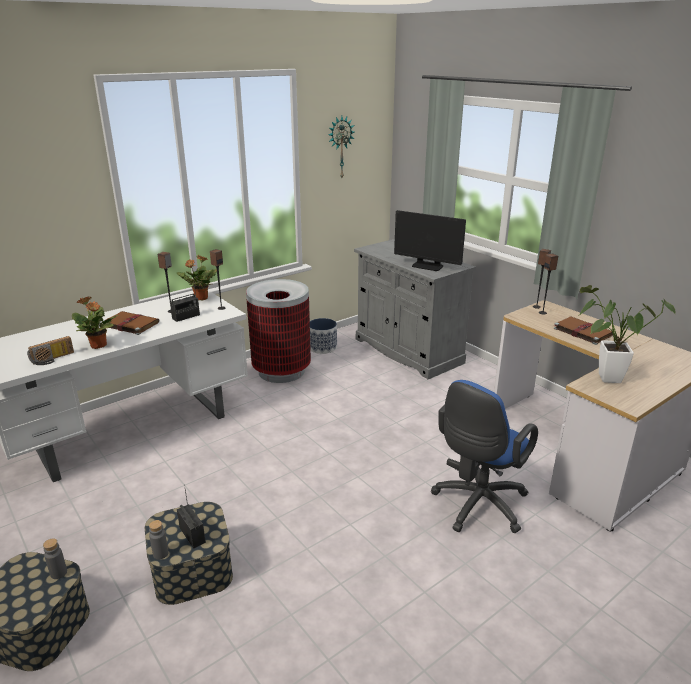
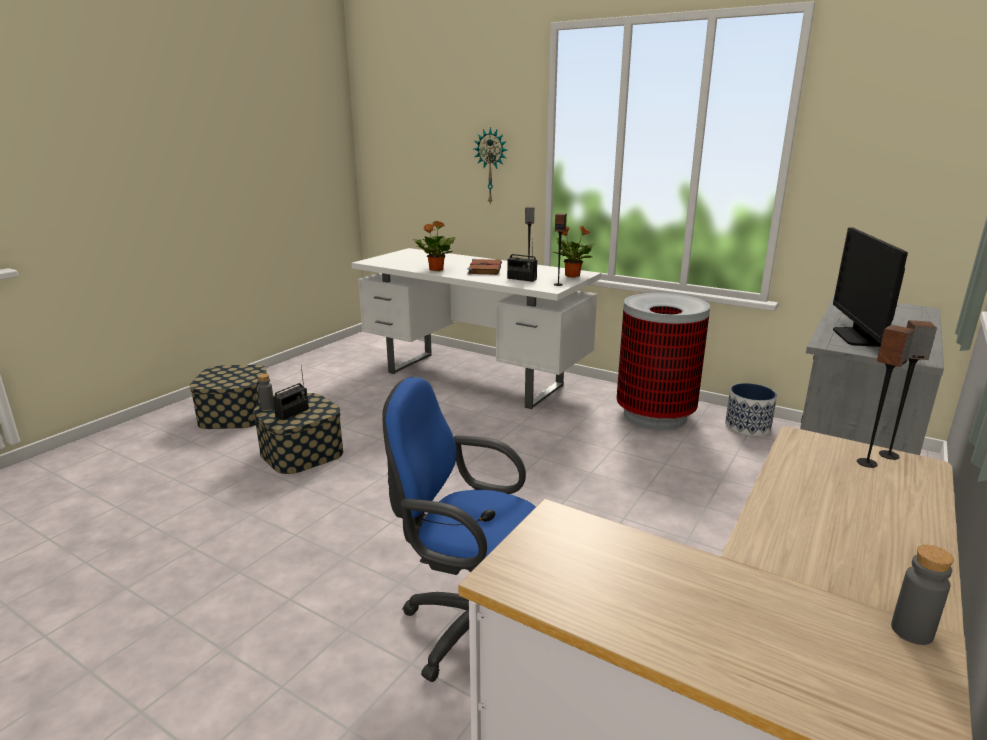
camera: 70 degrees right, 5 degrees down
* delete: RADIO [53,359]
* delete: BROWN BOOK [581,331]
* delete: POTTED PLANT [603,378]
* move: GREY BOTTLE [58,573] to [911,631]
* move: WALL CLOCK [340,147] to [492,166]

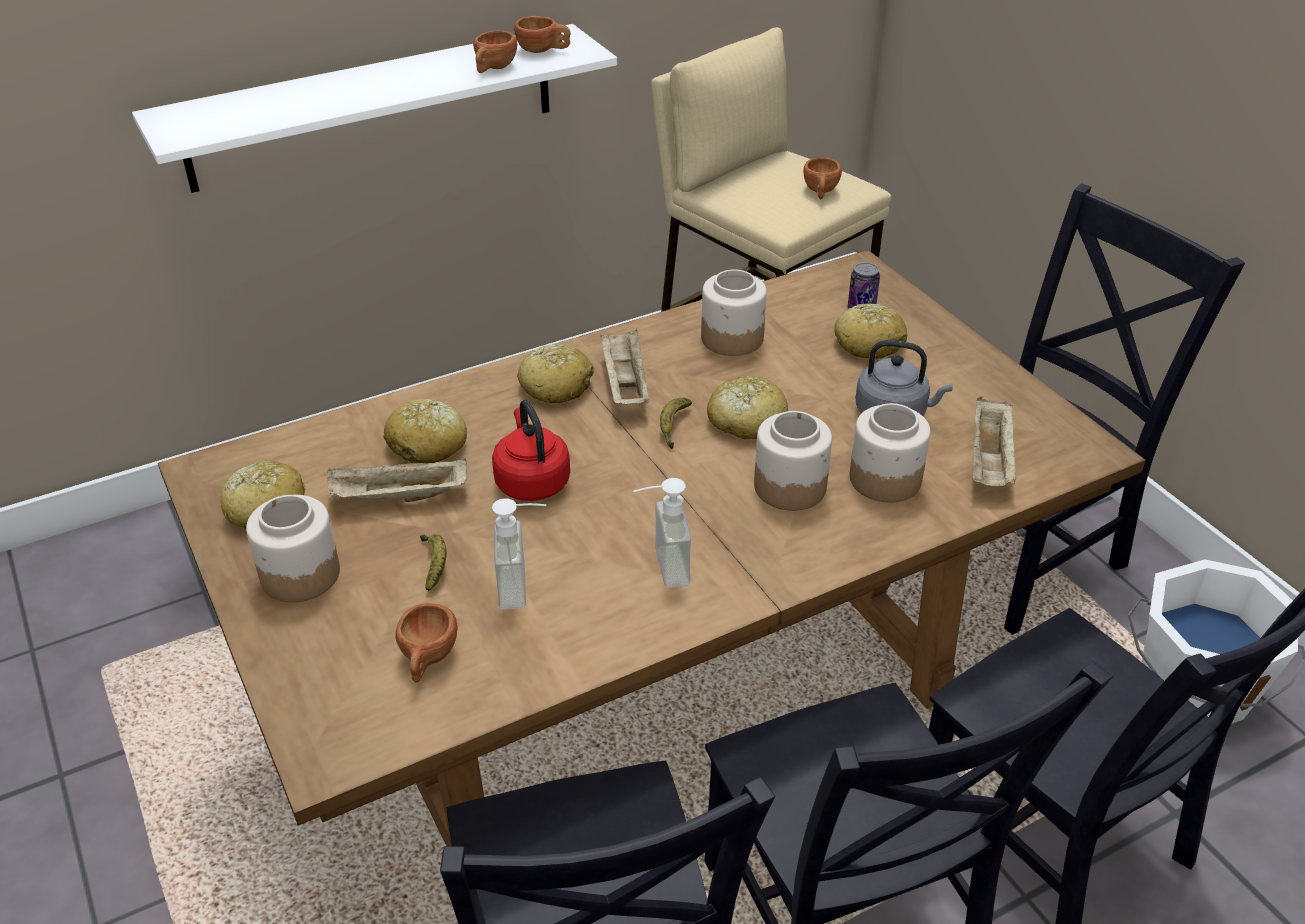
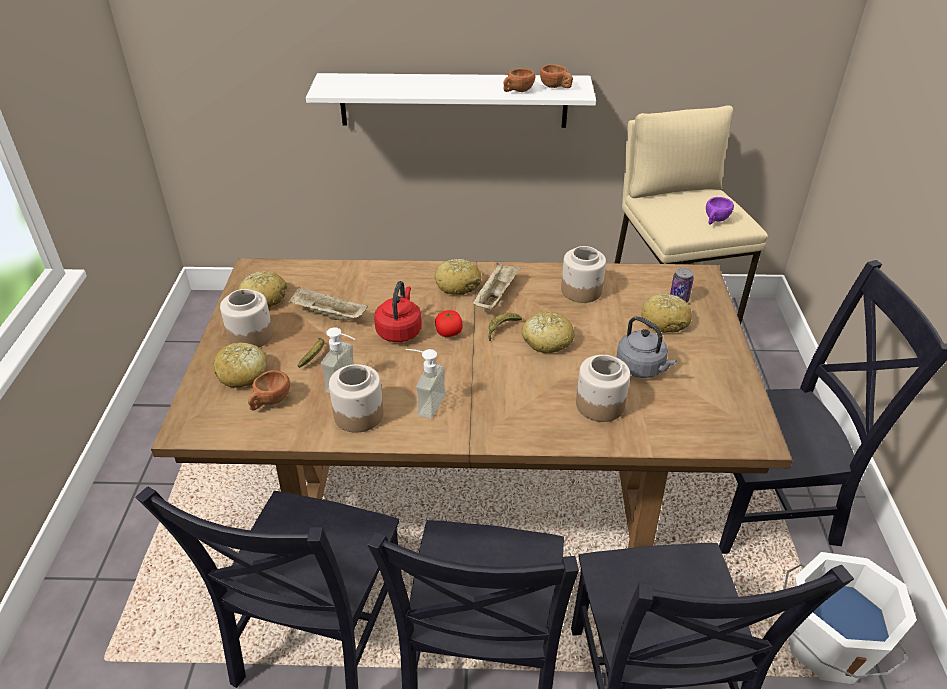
camera: 30 degrees right, 0 degrees up
* delete: BEIGE TRAY [990,461]
* insert: TOMATO [448,333]
* move: BREAD [428,444] to [242,373]
* move: JAR [790,486] to [359,414]
* recolor: BROWN CUP [820,192] to PURPLE CUP [715,220]

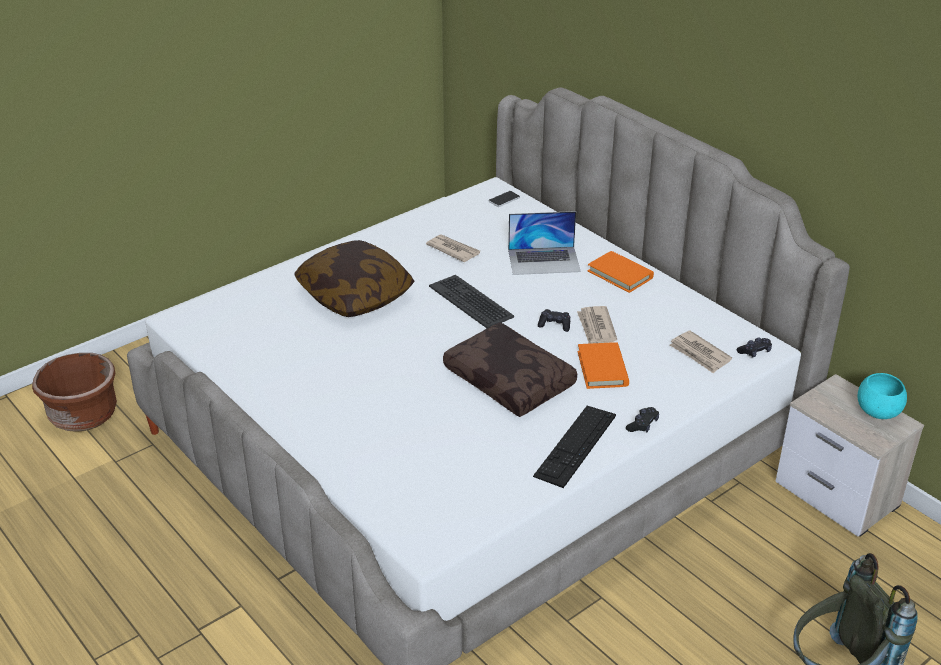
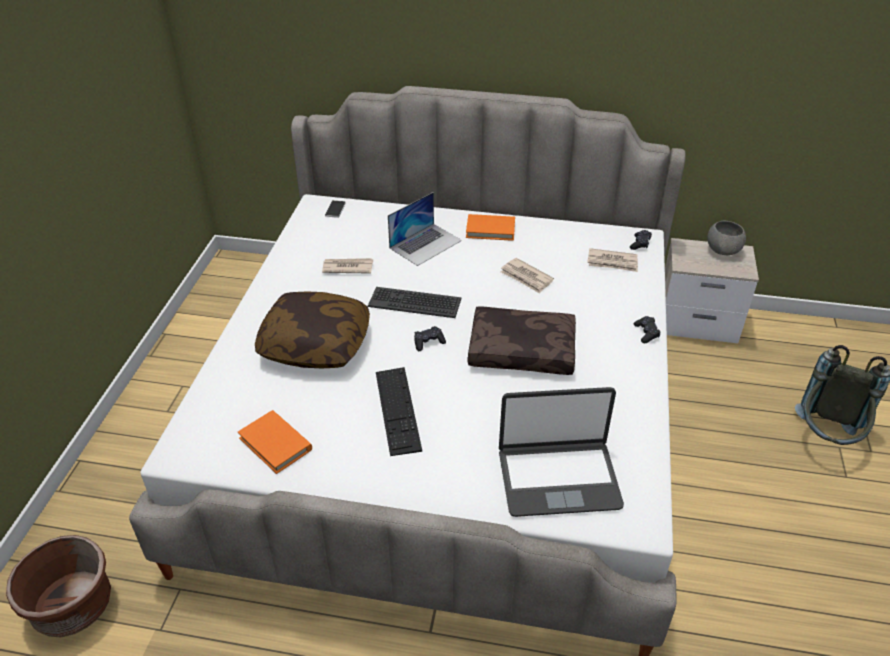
camera: 40 degrees left, 5 degrees up
* insert: LAPTOP [558,478]
* move: KEYBOARD [575,445] to [397,410]
* move: BLACK GAME CONTROLLER [554,325] to [428,342]
* move: ORANGE BOOK [602,369] to [275,444]
* recolor: TURQUOISE BOWL [878,412] to GREY BOWL [722,250]

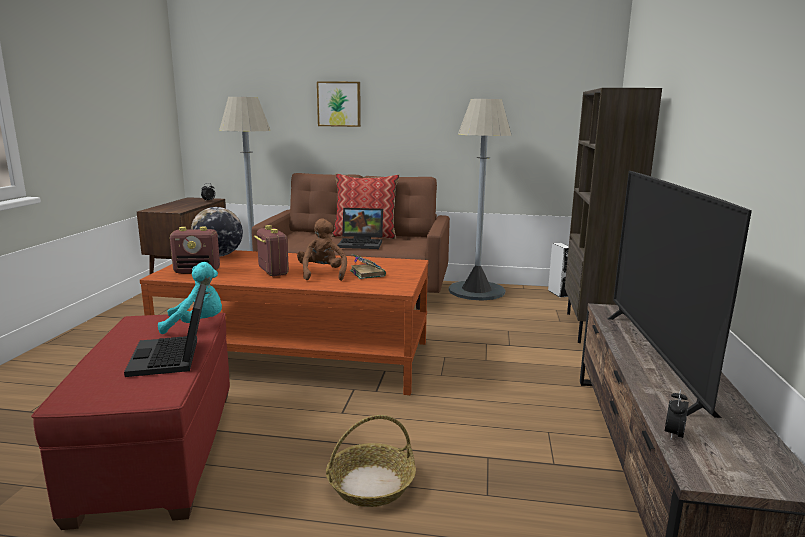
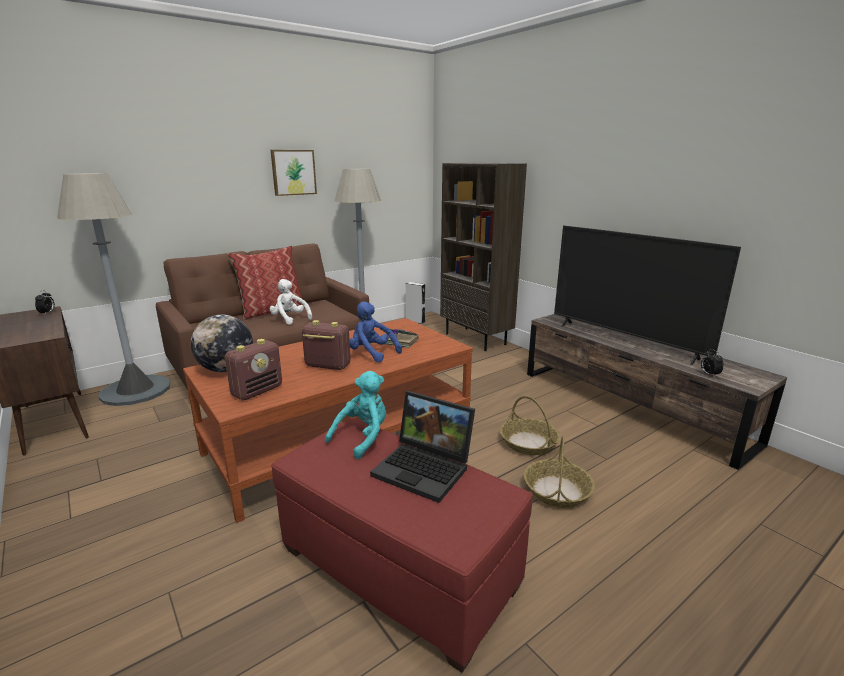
camera: 45 degrees left, 5 degrees up
* insert: BASKET [529,443]
* move: PICTURE [339,104] to [293,172]
* replace: LAPTOP [362,243] to WHITE PLUSH TOY [290,319]
* recolor: BROWN PLUSH TOY [322,274] to BLUE PLUSH TOY [372,353]

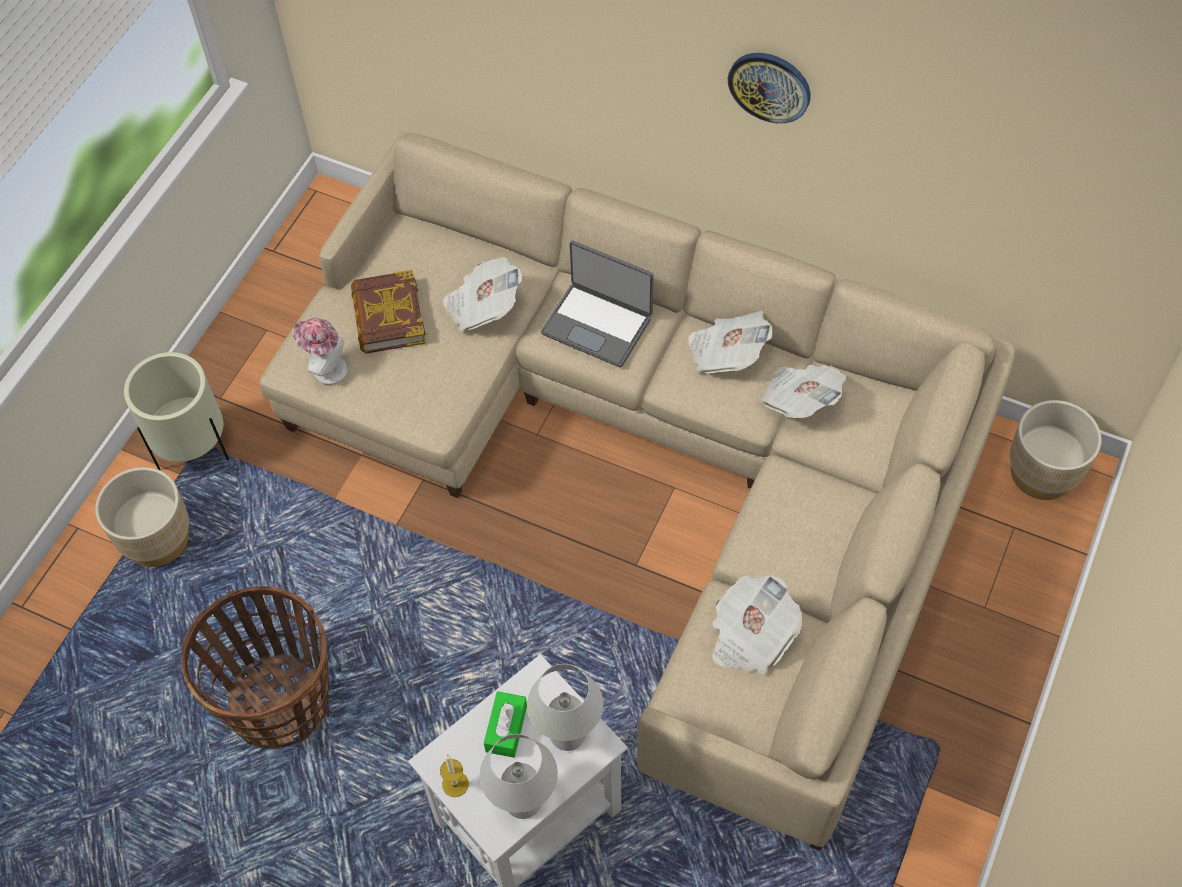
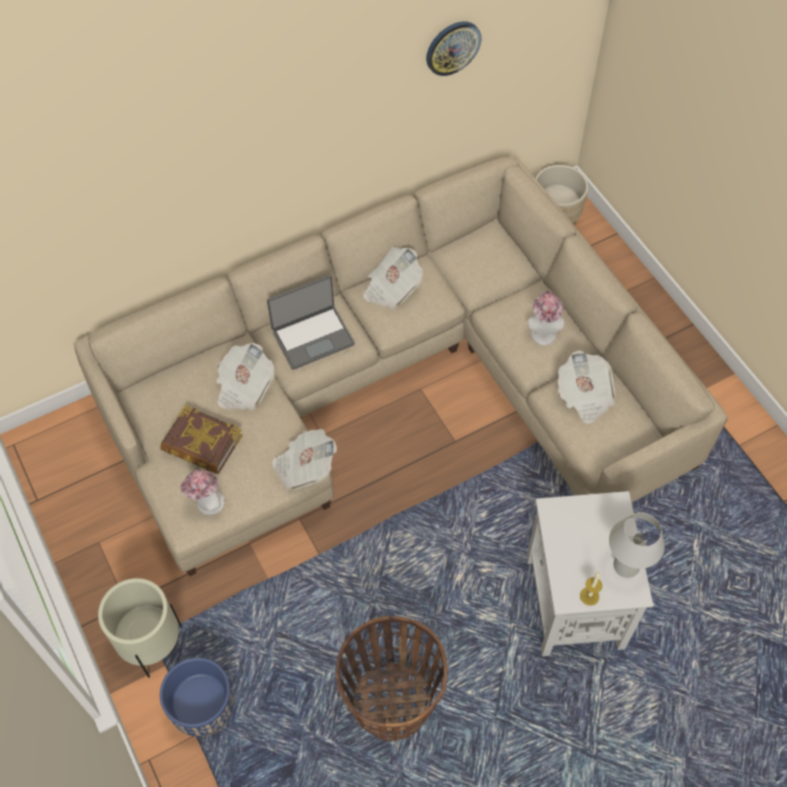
camera: 55 degrees left, 0 degrees up
* delete: GREEN TISSUE BOX [506,728]
* delete: WHITE TABLE LAMP [567,734]
* insert: HAT [543,331]
* move: WALL CLOCK [770,86] to [452,47]
* move: NEWSPAPER [799,400] to [304,467]
* recolor: BEIGE PLANTER [157,539] to BLUE PLANTER [204,709]

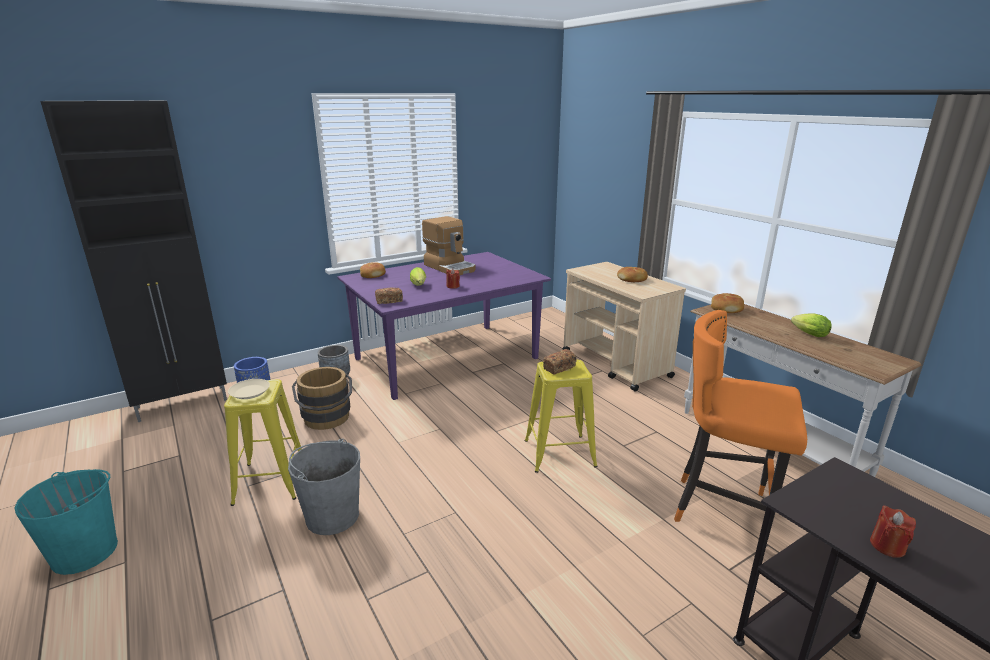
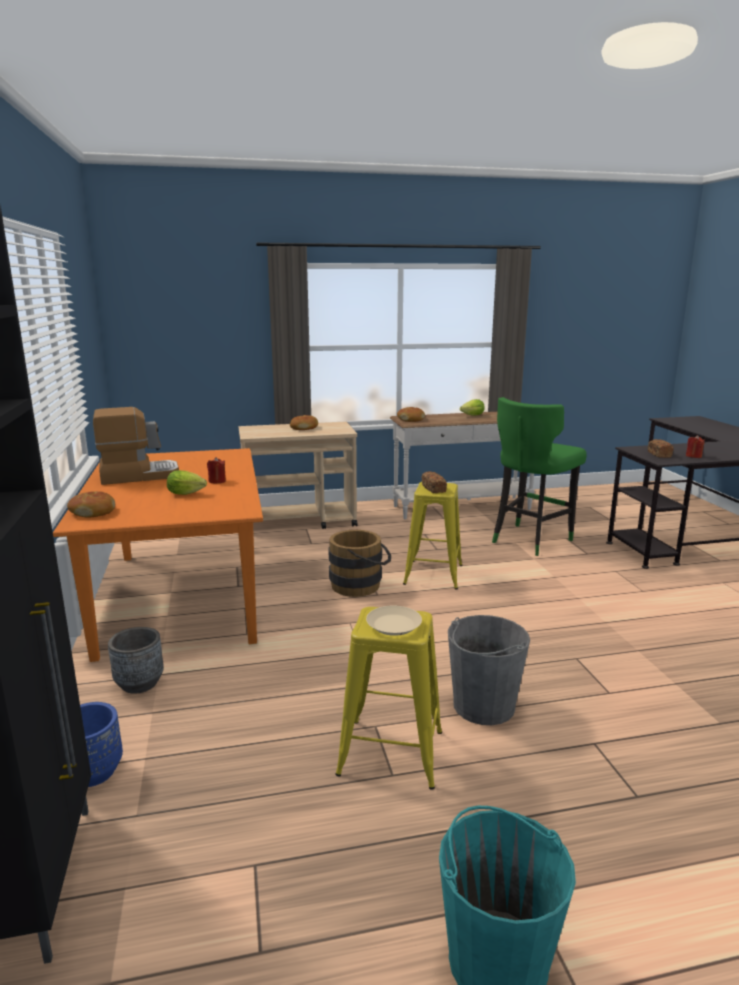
camera: 70 degrees left, 5 degrees down
* move: BROWN BUCKET [327,420] to [360,585]
* move: BREAD [389,301] to [659,454]
* recolor: PURPLE DINING TABLE [446,358] to ORANGE DINING TABLE [181,595]
* recolor: ORANGE STOOL [723,510] to GREEN STOOL [530,540]

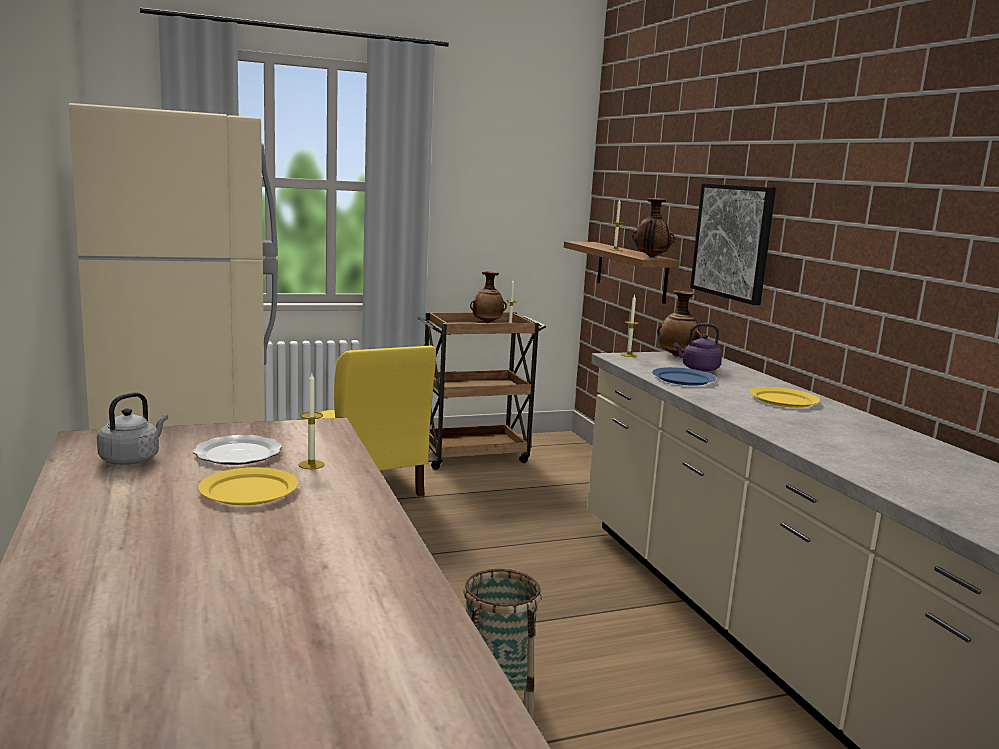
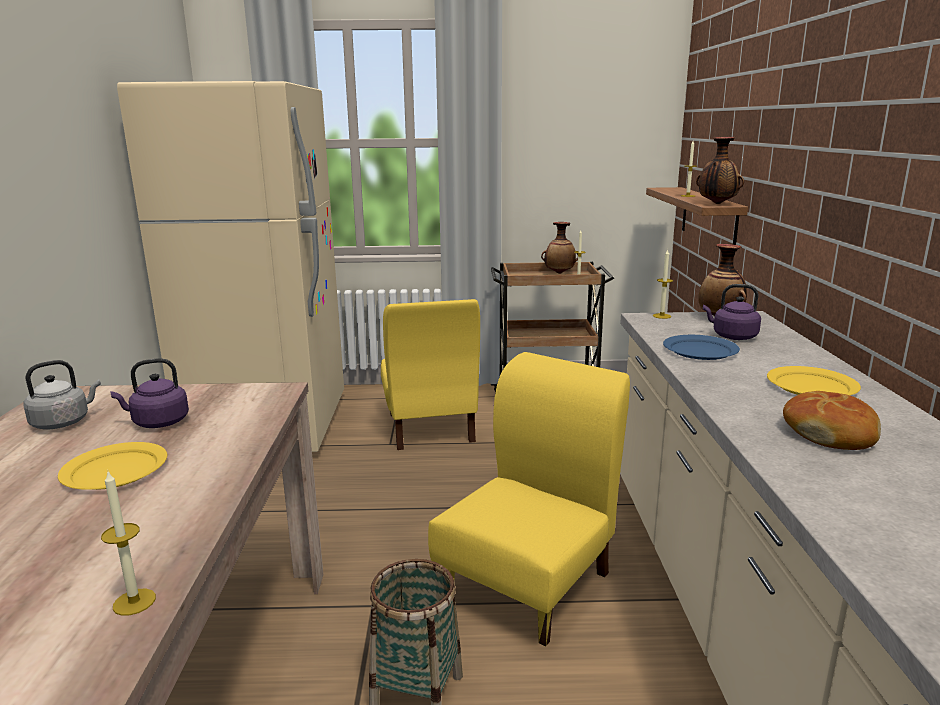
camera: 20 degrees right, 5 degrees up
* delete: PICTURE [733,241]
* insert: YELLOW CHAIR [529,585]
* insert: BREAD [829,433]
* move: CANDLE [311,464] to [134,602]
* replace: PLATE [237,454] to PURPLE KETTLE [158,422]

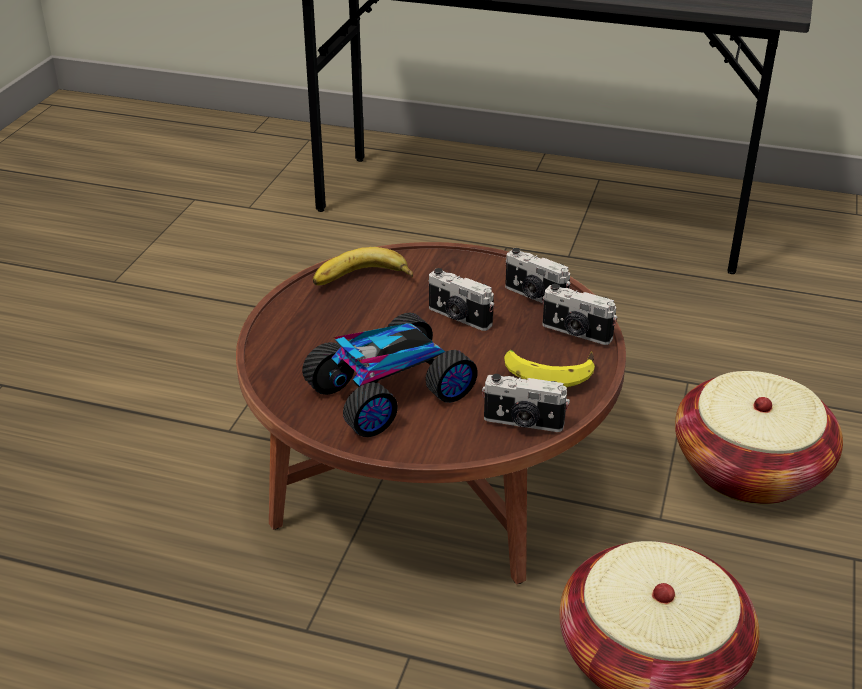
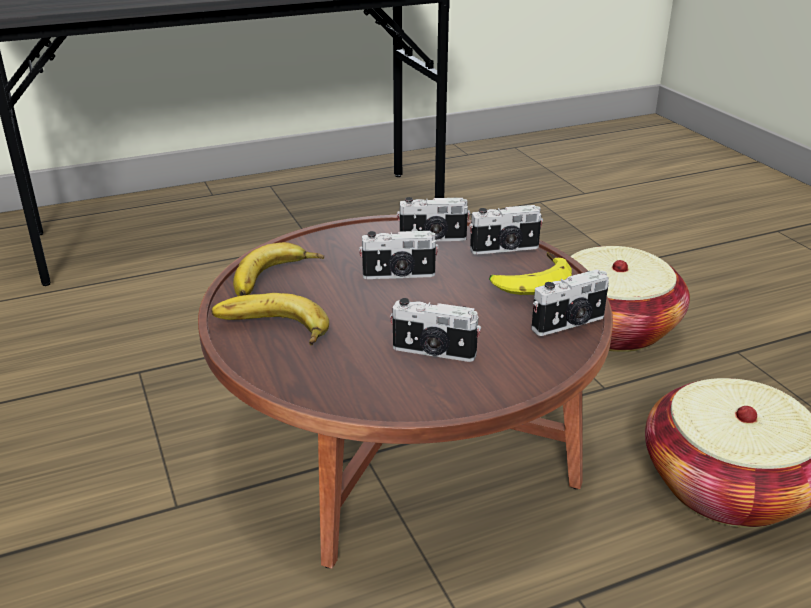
camera: 40 degrees left, 5 degrees down
* insert: BANANA [270,330]
* replace: TOY CAR [391,393] to PHOTO CAMERA [433,352]

